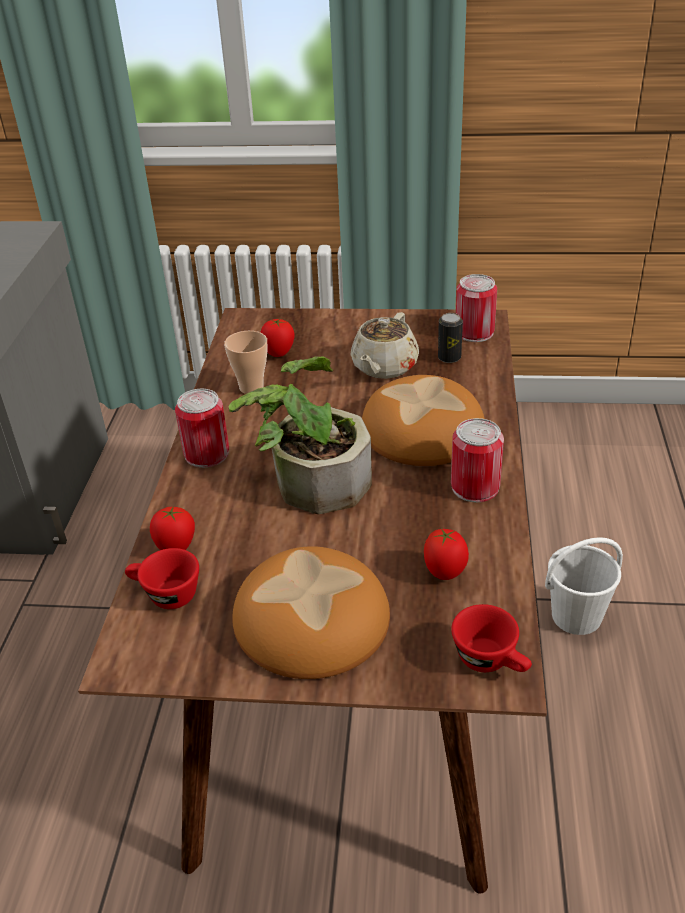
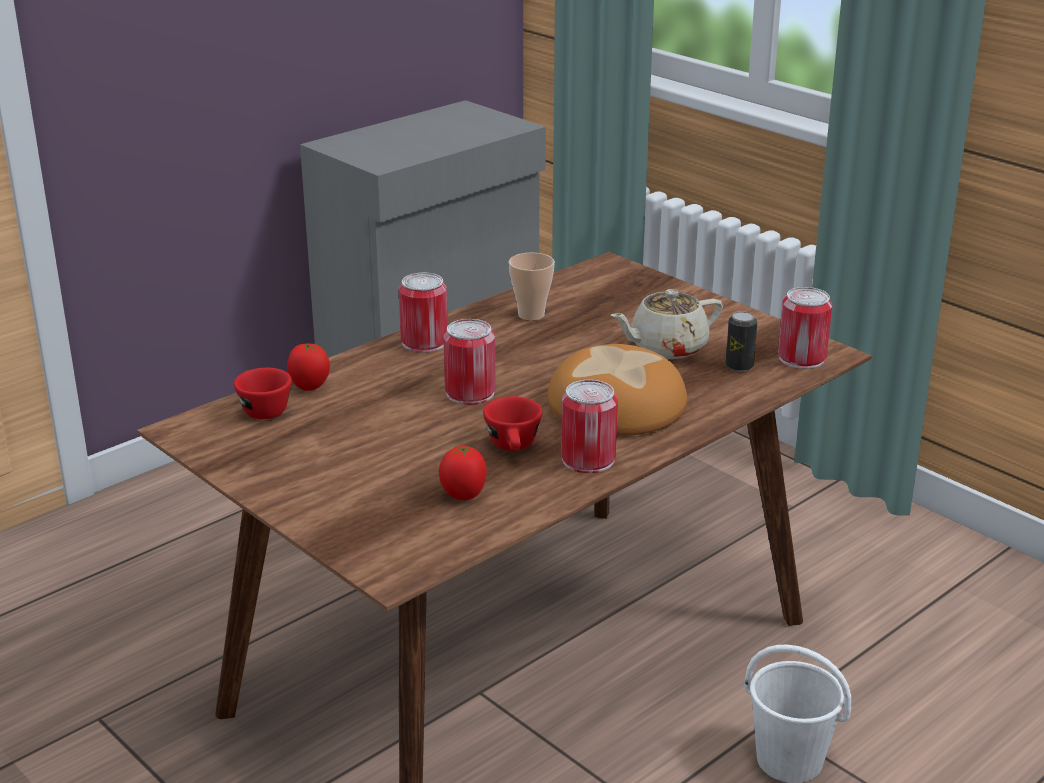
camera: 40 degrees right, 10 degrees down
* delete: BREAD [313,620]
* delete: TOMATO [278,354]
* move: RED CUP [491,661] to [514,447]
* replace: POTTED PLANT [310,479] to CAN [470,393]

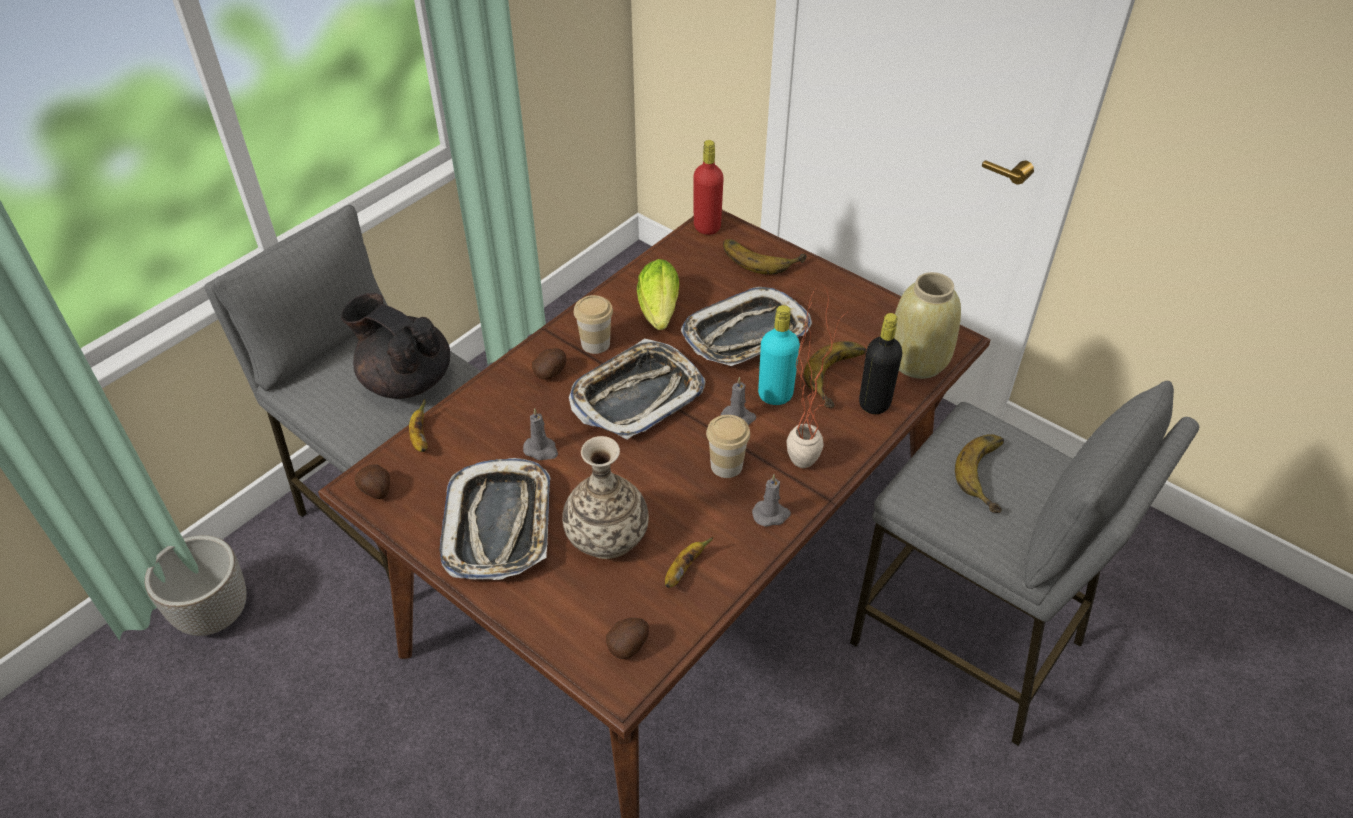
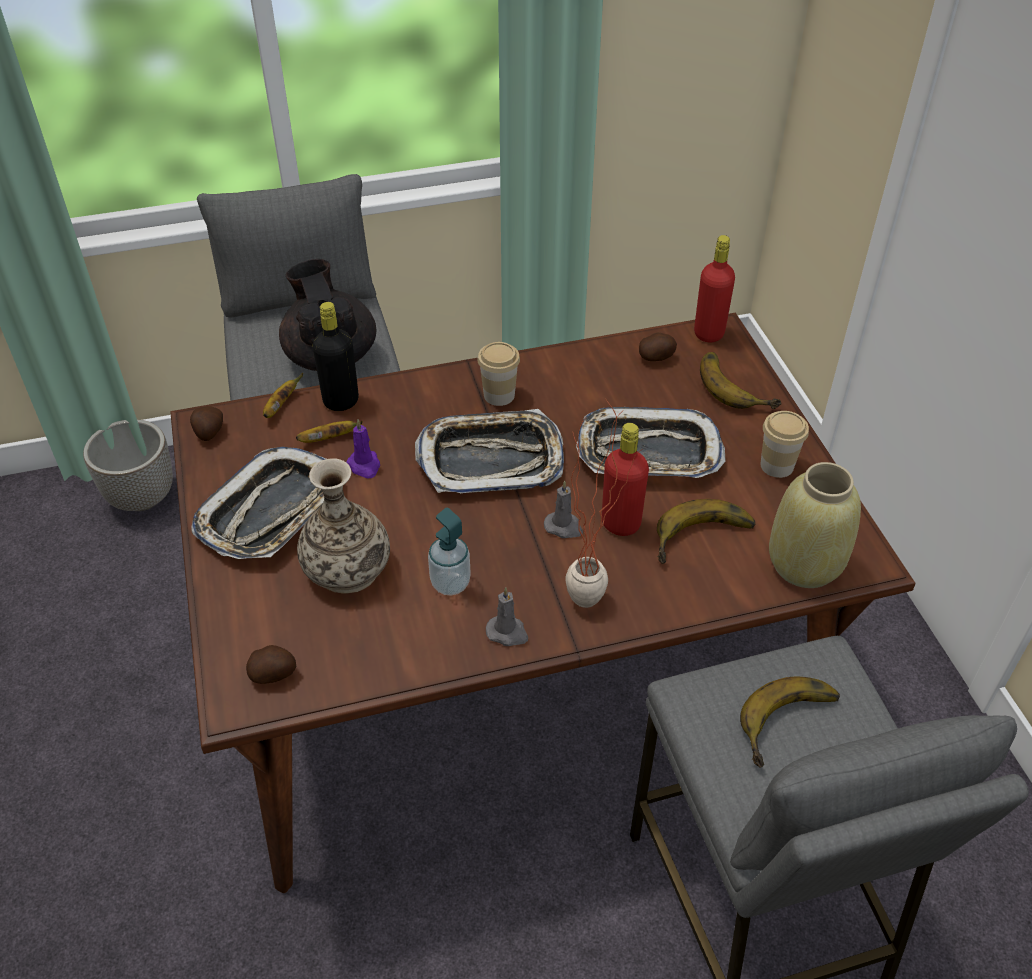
camera: 35 degrees right, 0 degrees up
* delete: LETTUCE [659,313]
* insert: SOAP DISPENSER [450,583]
* move: POTATO [551,373] to [656,357]
* move: BANANA [683,569] to [329,439]
* move: CUP [726,465] to [777,465]
* move: BLACK BOTTLE [874,403] to [341,401]
* recolor: GREY CANDLE [541,450] to PURPLE CANDLE [364,466]
* recolor: TURQUOISE BOTTLE [775,395] to RED BOTTLE [620,523]

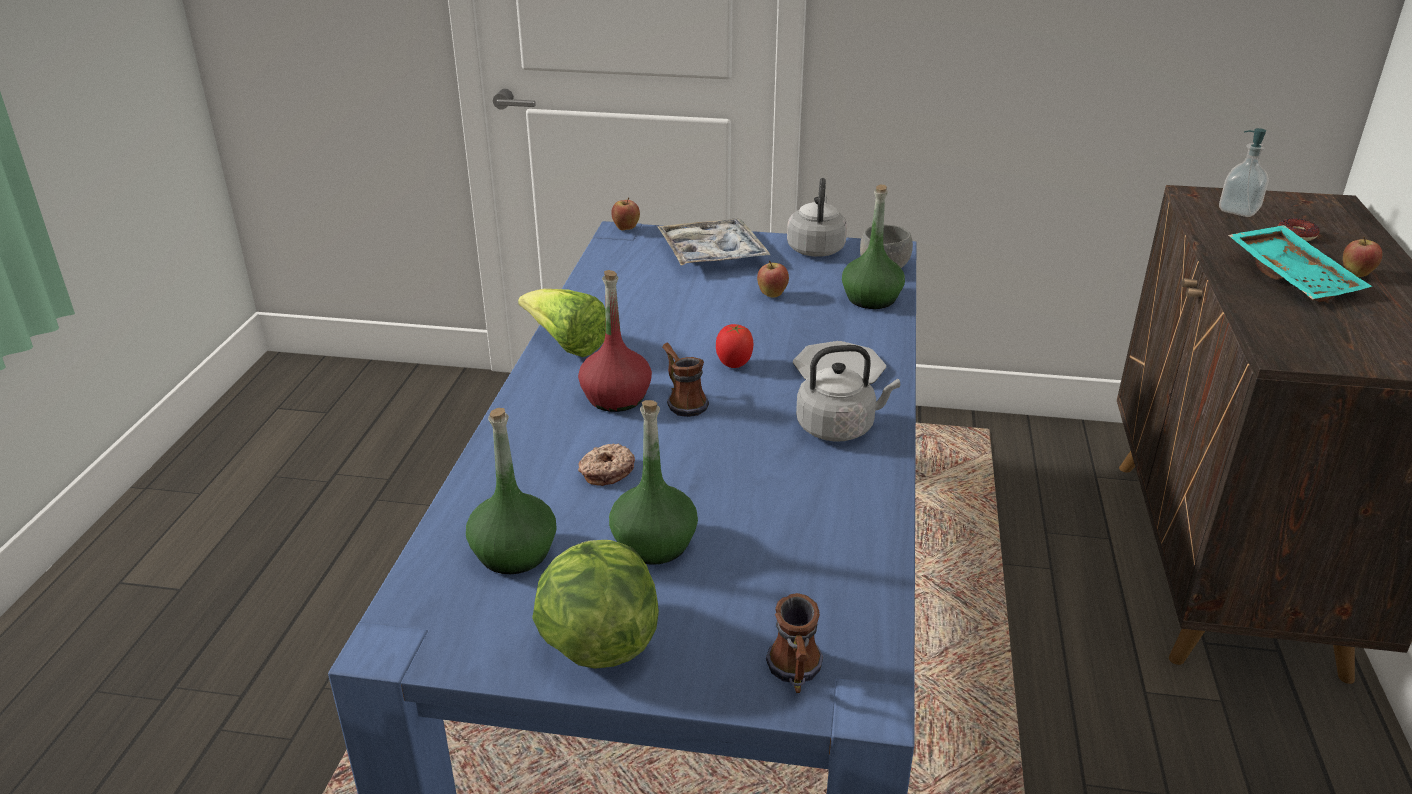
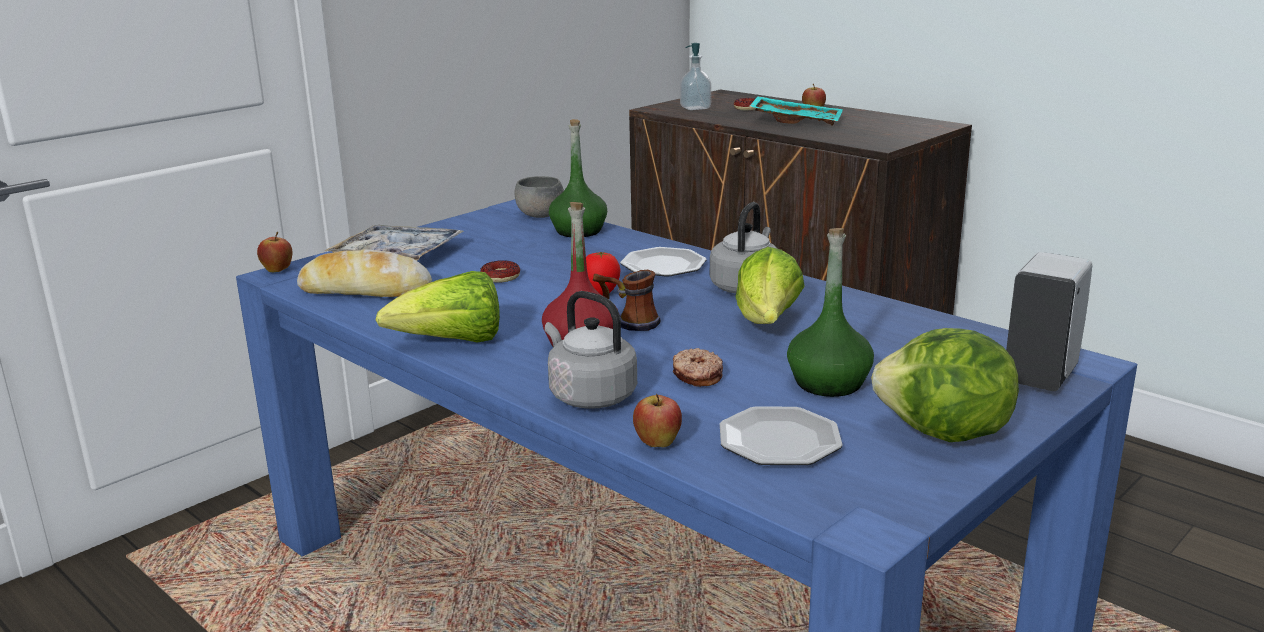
camera: 55 degrees left, 10 degrees down
* insert: BREAD [365,290]
* insert: DONUT [500,277]
* insert: LETTUCE [767,323]
* move: APPLE [772,295] to [658,445]
* move: GREY KETTLE [816,248] to [589,395]
* replace: GREEN BOTTLE [513,553] to PLATE [779,441]
* replace: MUG [795,675] to WHITE SOAP DISPENSER [1040,376]

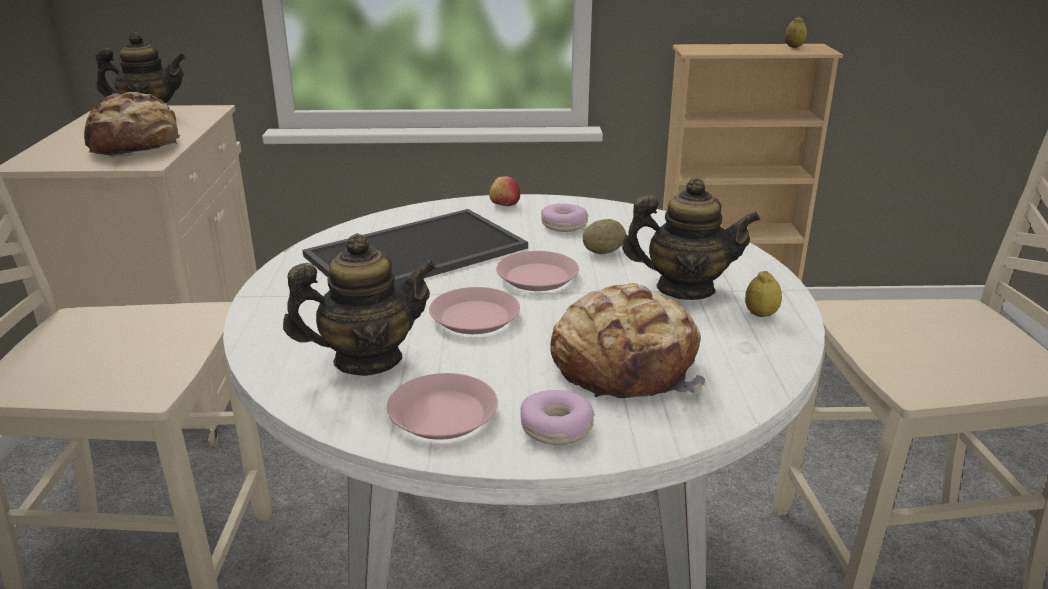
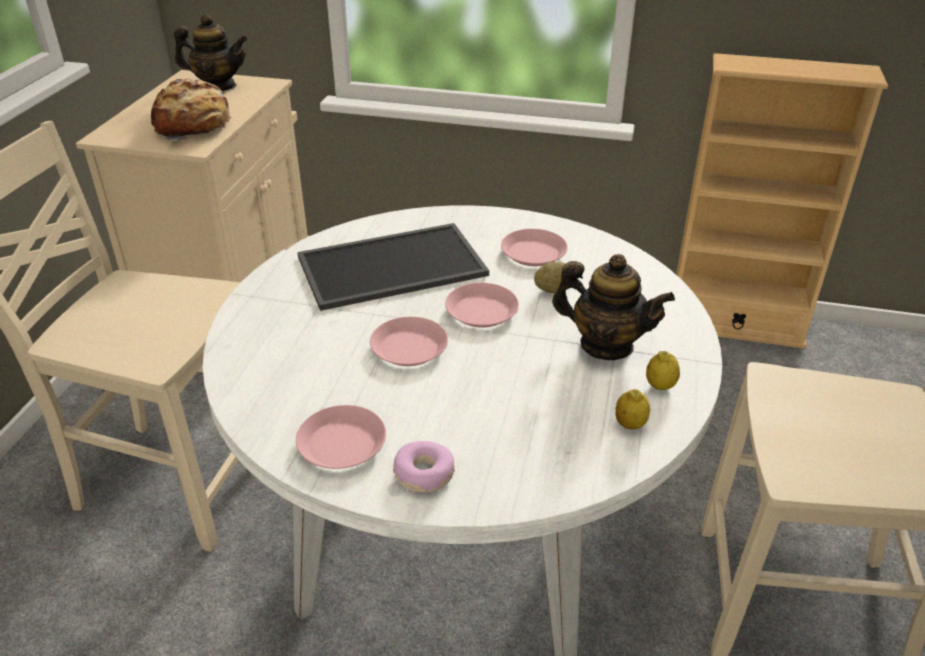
camera: 15 degrees right, 10 degrees up
* delete: TEAPOT [367,360]
* delete: APPLE [504,205]
* delete: BREAD [626,365]
* move: LEMON [794,47] to [630,424]
* replace: DONUT [564,225] to PINK PLATE [533,253]

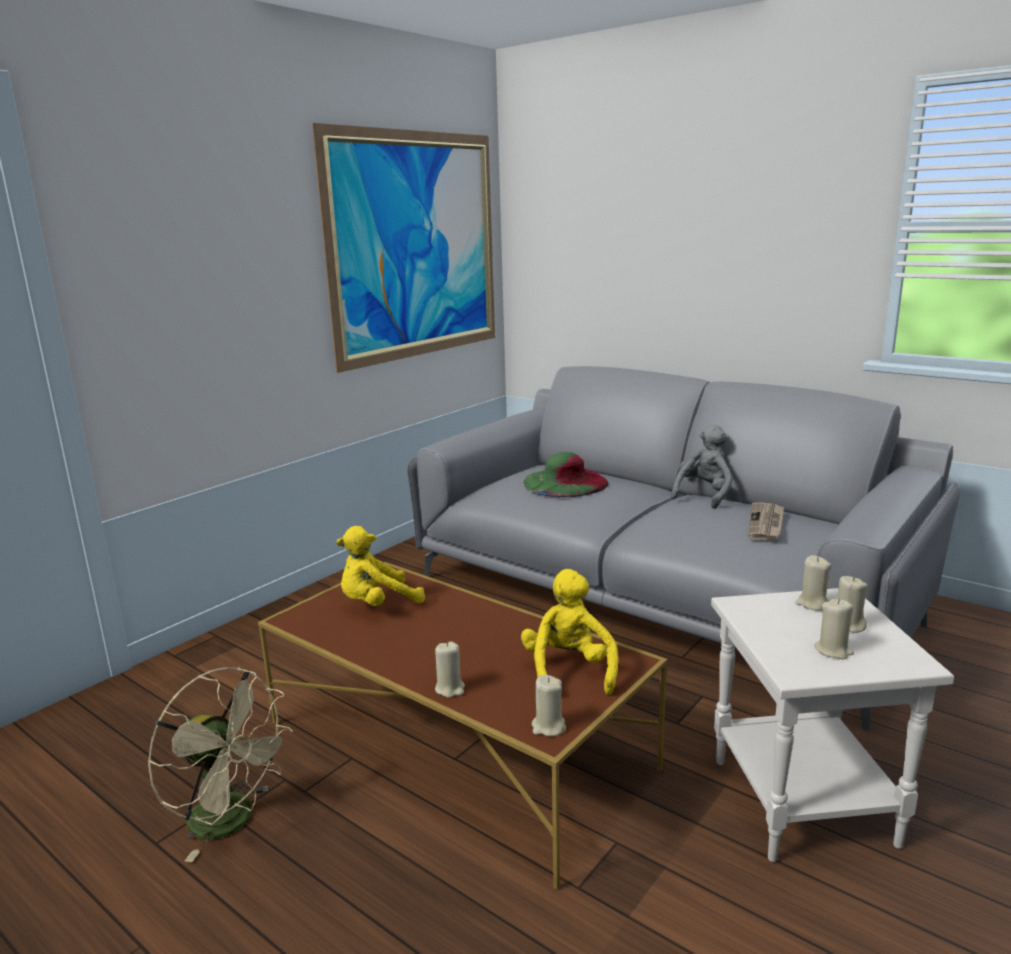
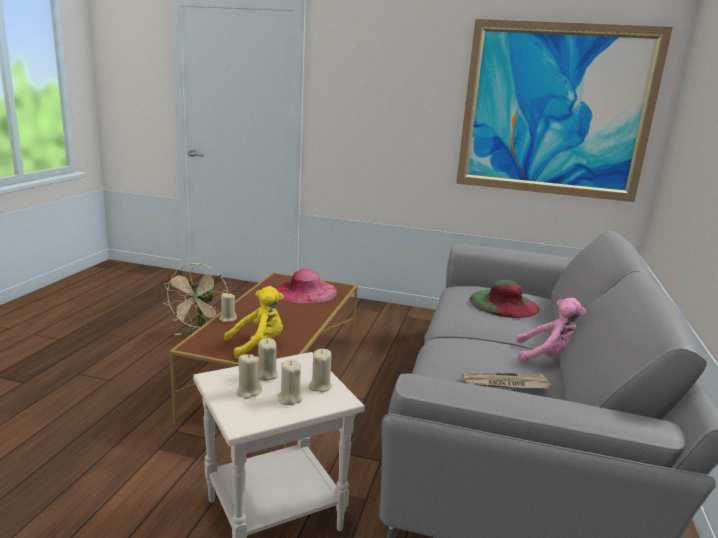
camera: 65 degrees right, 0 degrees up
* move: BEIGE CANDLE [548,727] to [266,375]
* replace: YELLOW PLUSH TOY [377,604] to PINK HAT [305,291]
* recolor: GREY PLUSH TOY [704,495] to PINK PLUSH TOY [548,357]

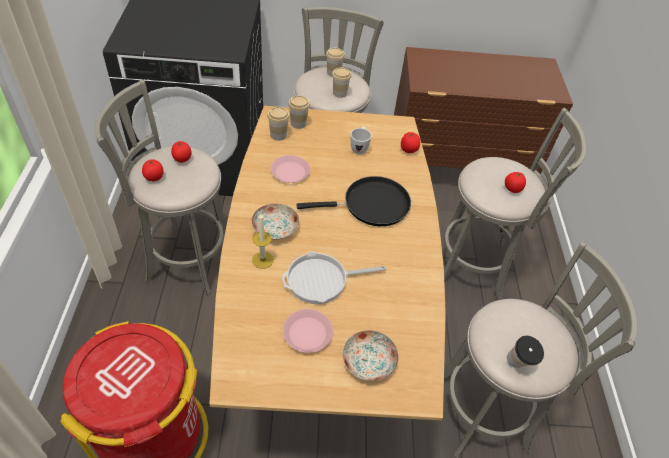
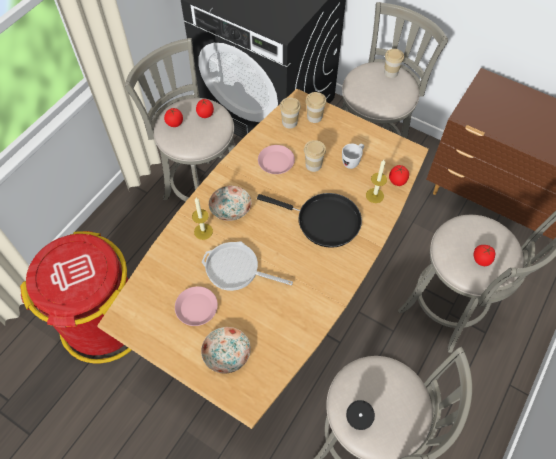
camera: 35 degrees right, 10 degrees up
* insert: CANDLE [374,195]
* move: CUP [340,93] to [313,165]

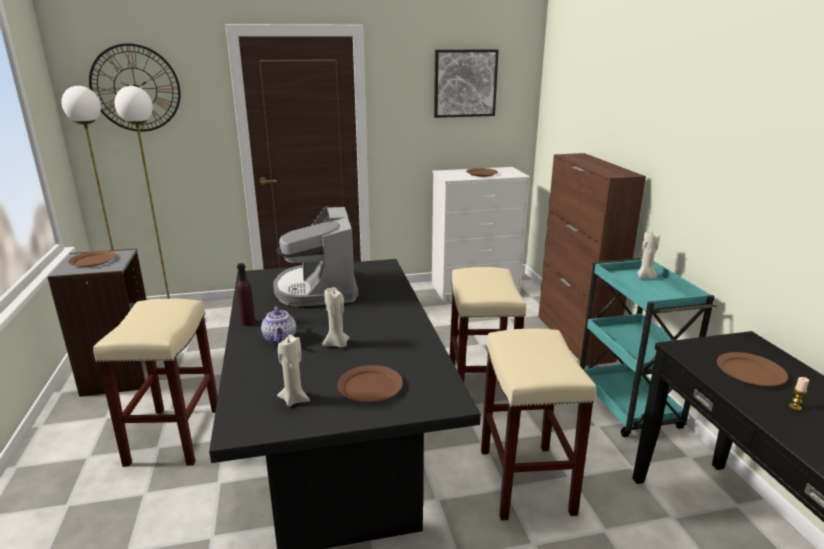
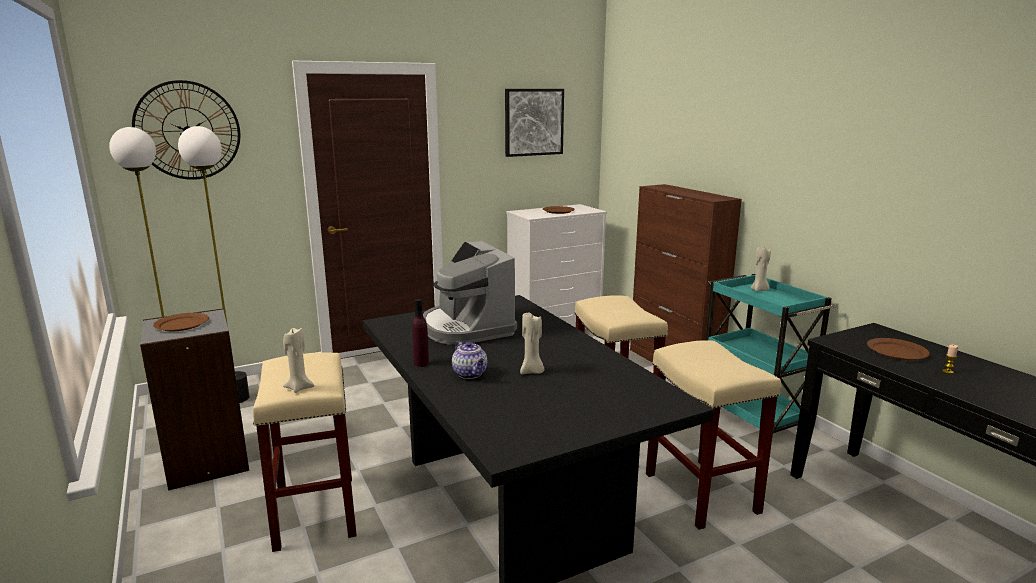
camera: 15 degrees left, 5 degrees down
* delete: BROWN PLATE [369,386]
* move: BEIGE CANDLE [294,399] to [299,388]

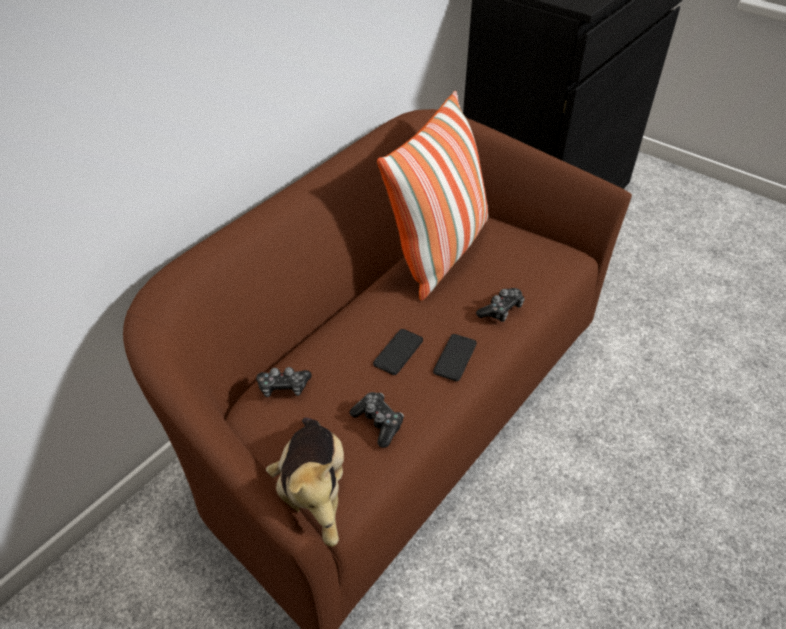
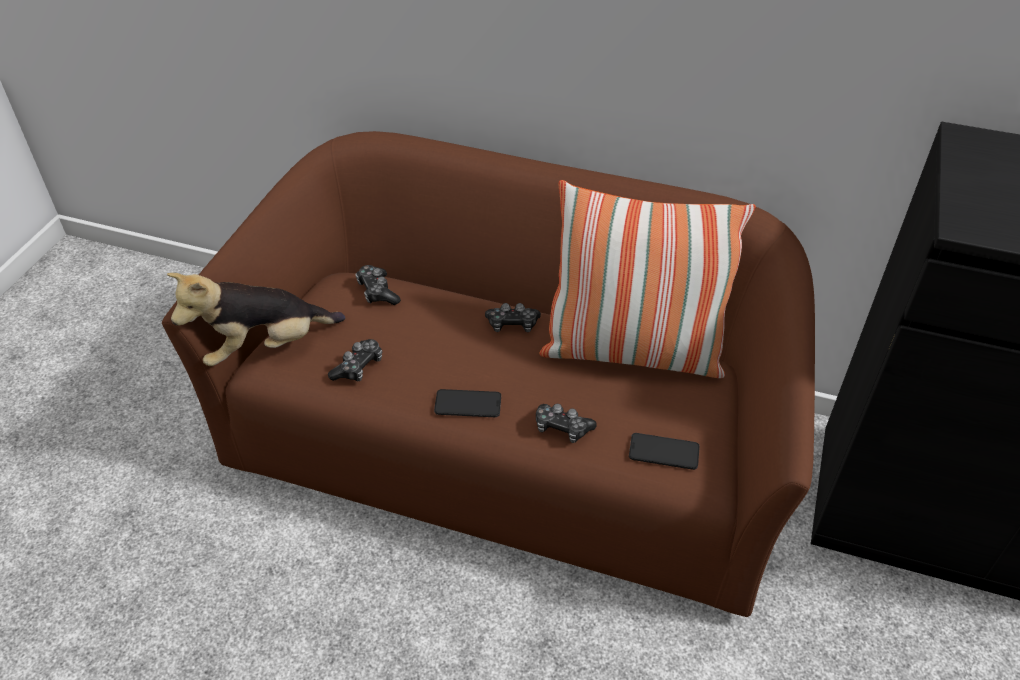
camera: 70 degrees right, 0 degrees up
* insert: GAME CONTROLLER [512,324]
* move: PHONE [398,352] to [664,452]

